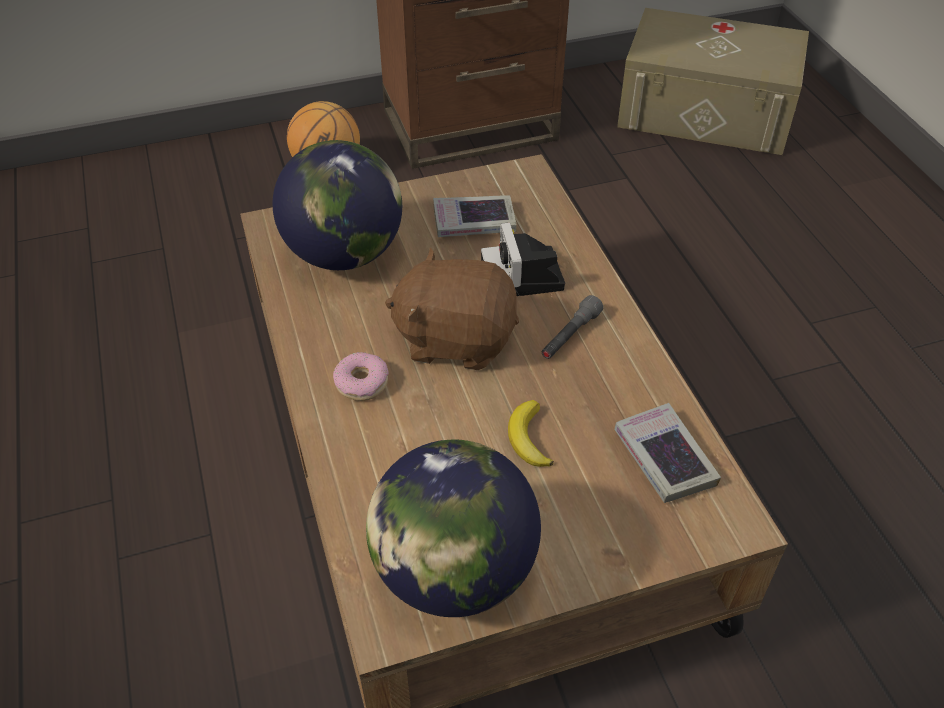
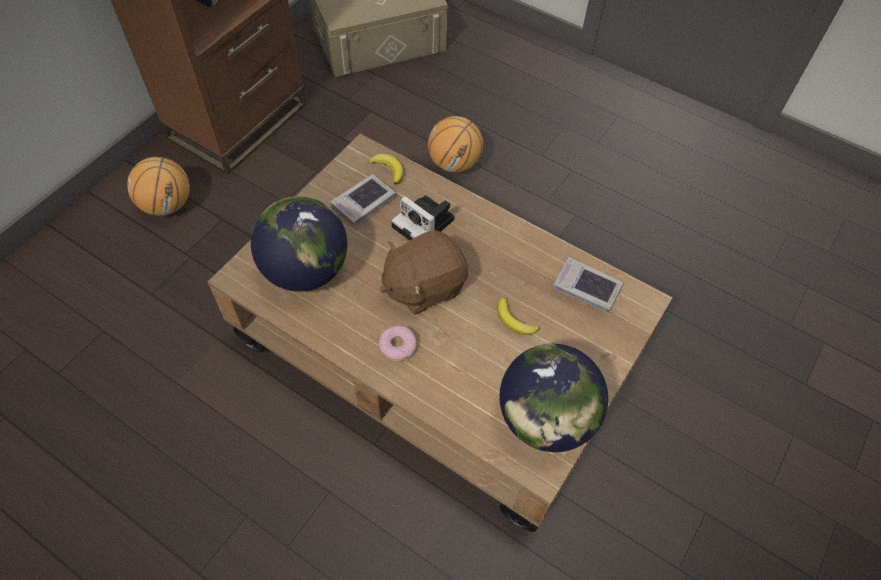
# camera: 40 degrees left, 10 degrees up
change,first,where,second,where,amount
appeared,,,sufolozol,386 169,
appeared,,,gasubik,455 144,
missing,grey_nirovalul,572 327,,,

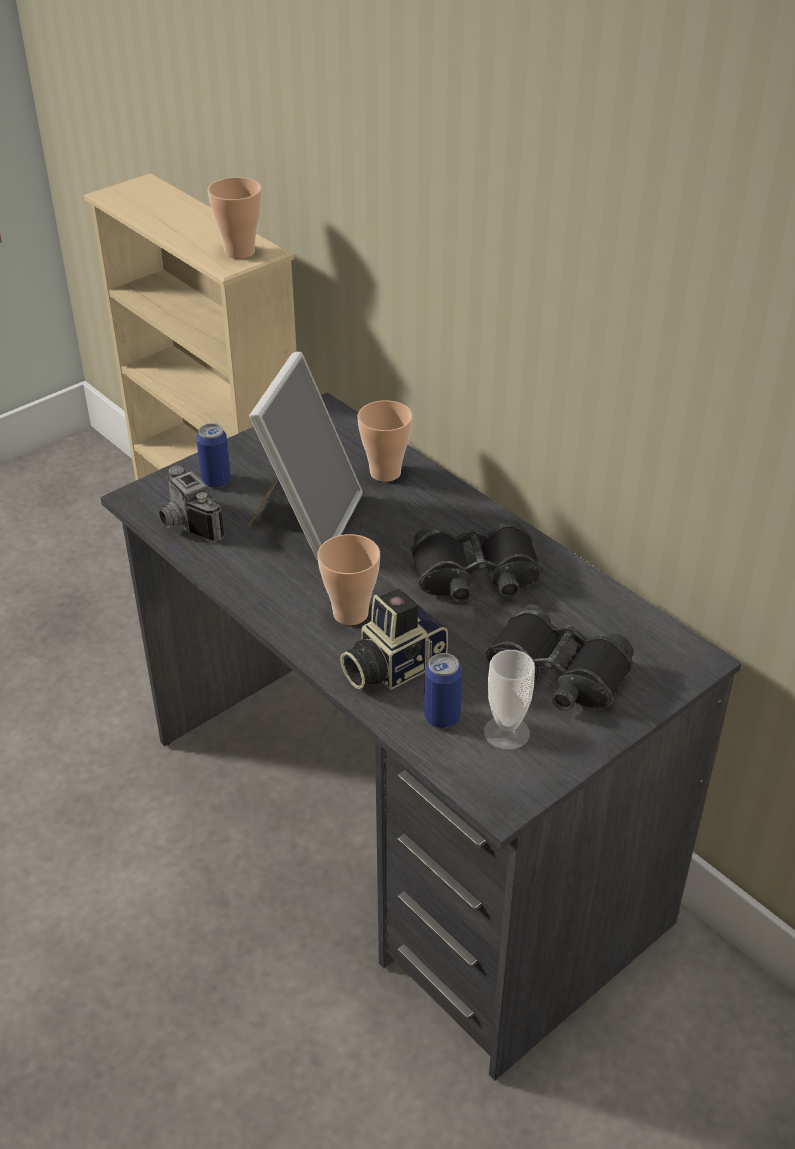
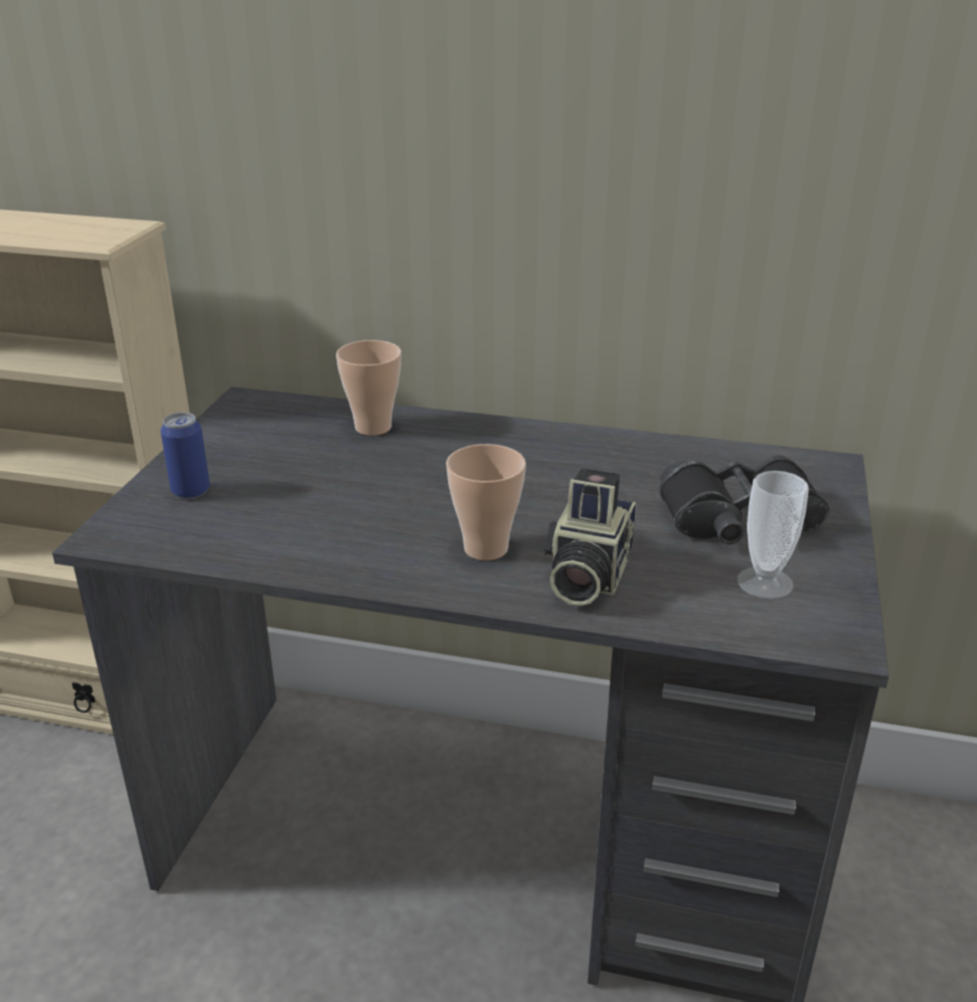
# camera: 35 degrees left, 10 degrees down
change,first,where,second,where,amount
missing,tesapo,192 504,,,
missing,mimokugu,234 218,,,
missing,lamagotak,305 456,,,
missing,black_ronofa,477 561,,,
missing,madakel,443 690,,,

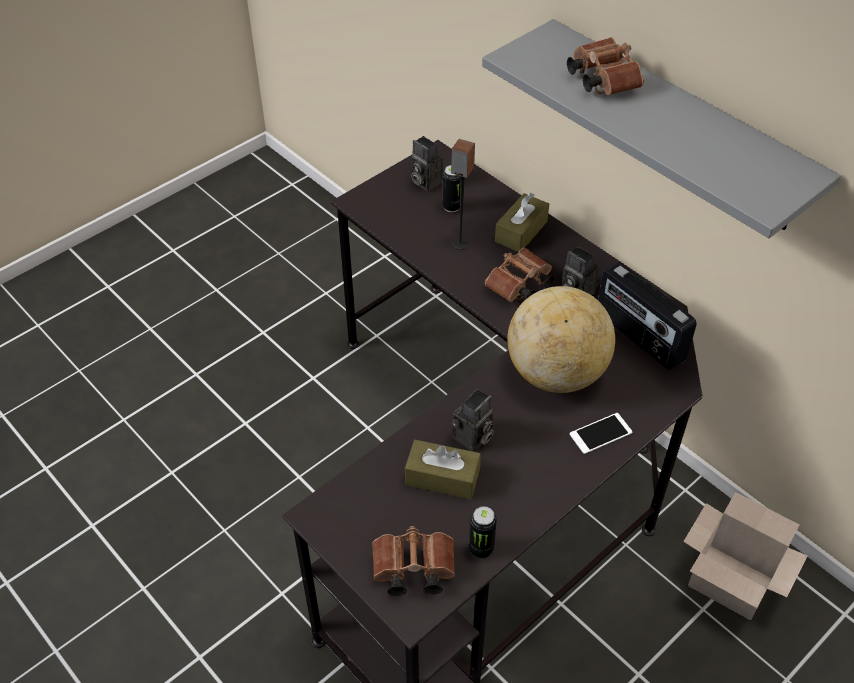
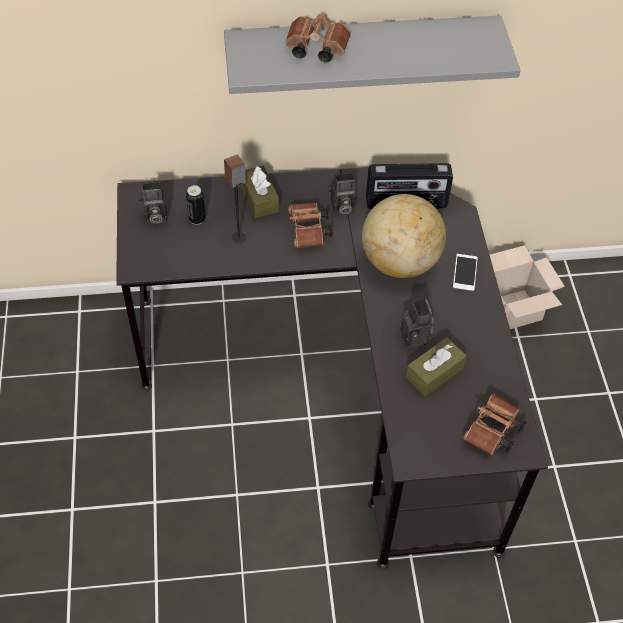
# camera: 55 degrees left, 5 degrees up
change,first,where,second,where,amount
missing,madakel,483 532,,,

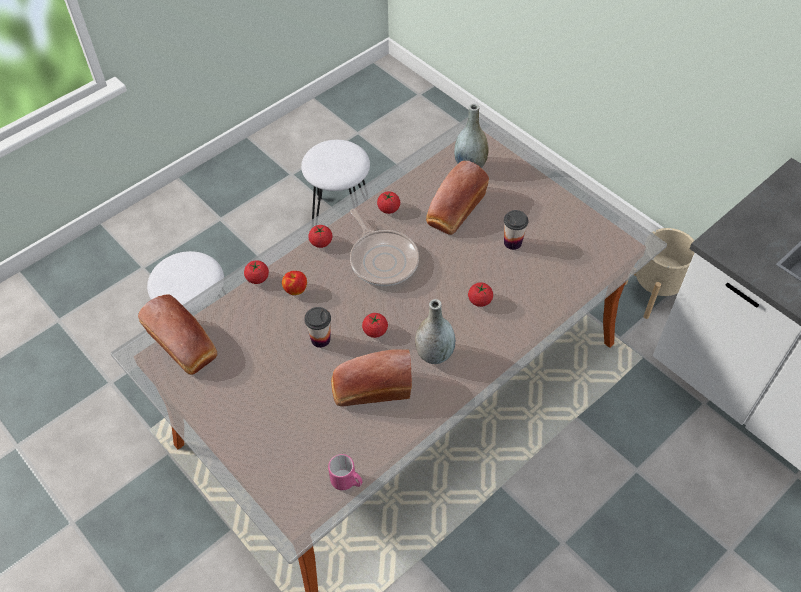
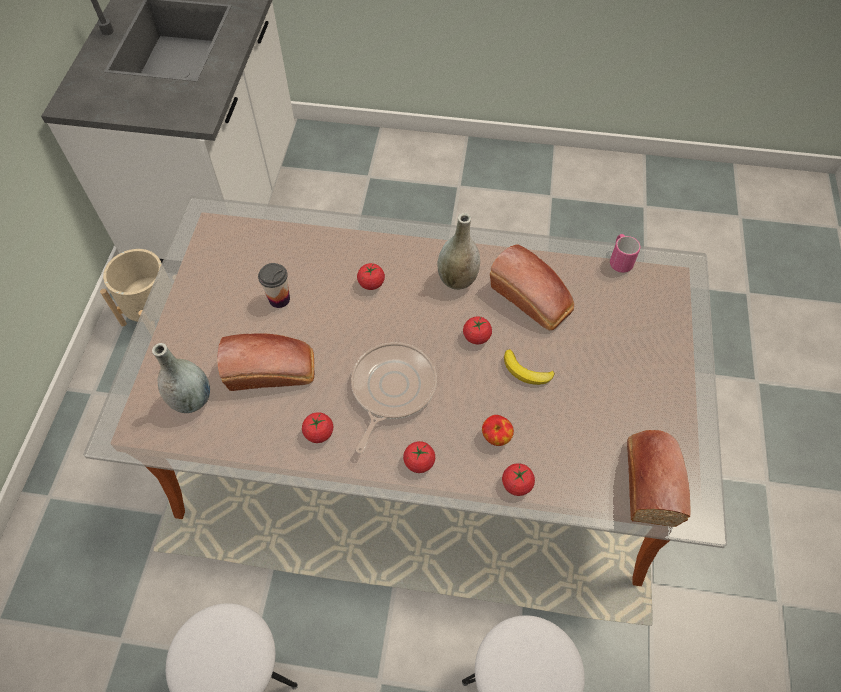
# camera: 130 degrees left, 5 degrees up
change,first,where,second,where,amount
exchanged,mimokugu,317 327,sufolozol,529 367,

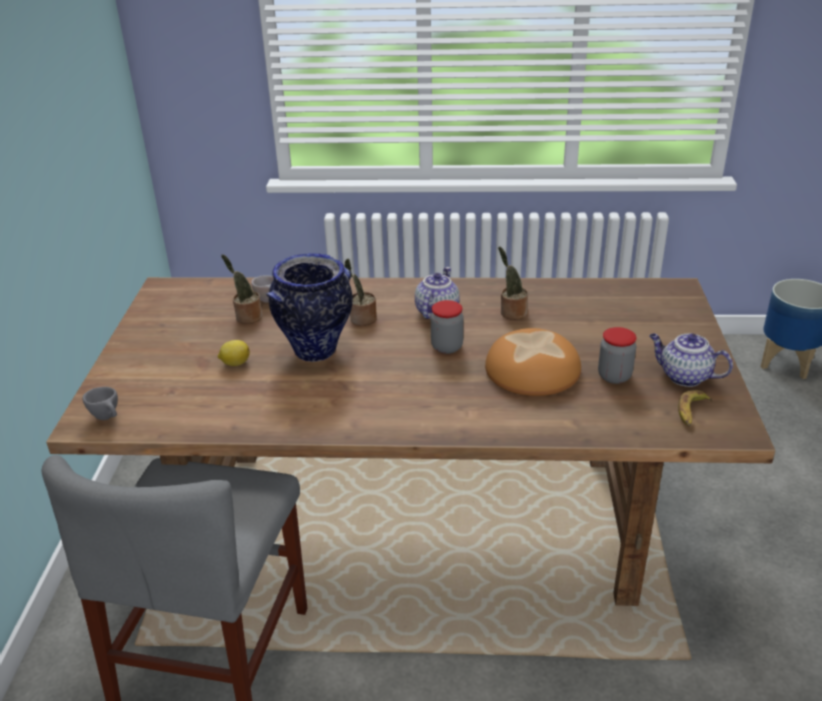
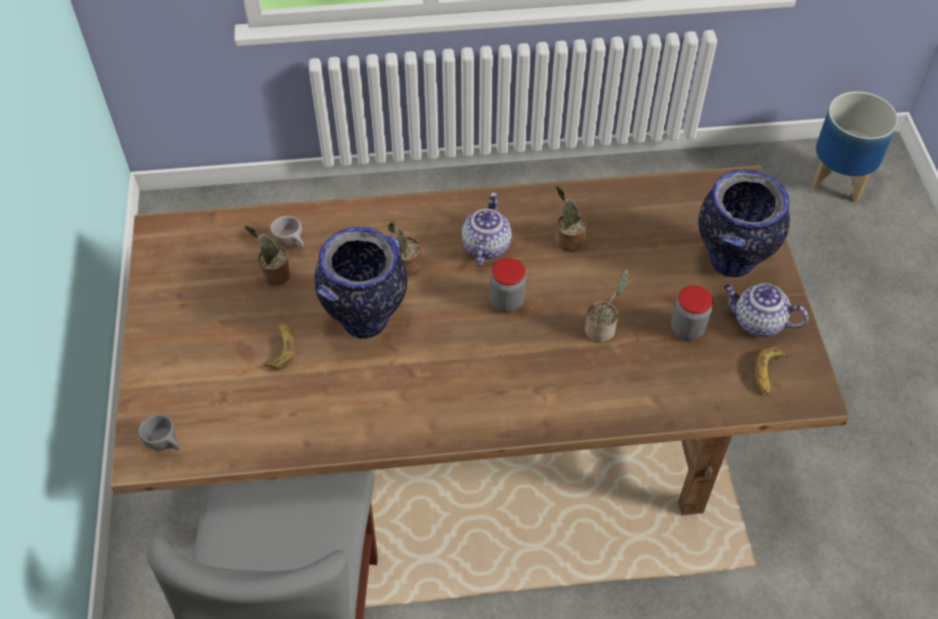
# camera: 10 degrees left, 20 degrees up
change,first,where,second,where,amount
exchanged,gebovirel,234 353,sufolozol,279 346,
exchanged,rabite,533 362,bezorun,606 305,
appeared,,,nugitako,744 223,

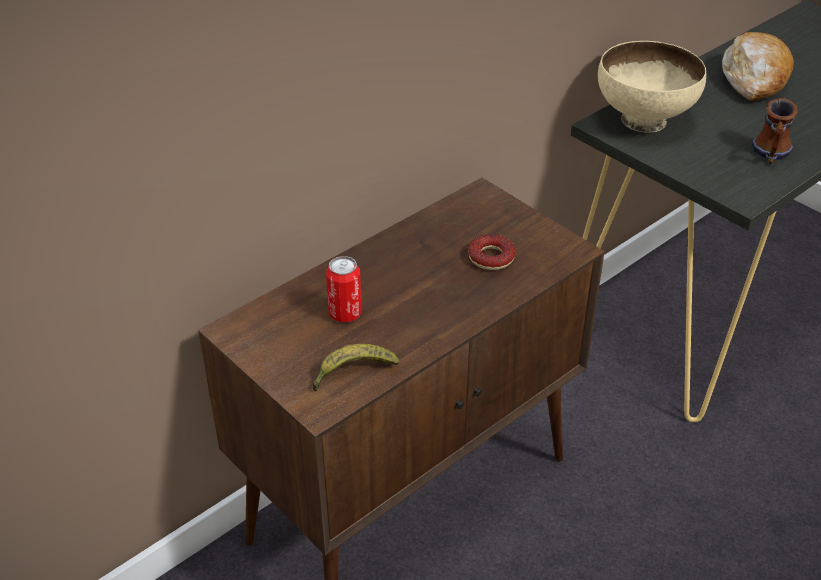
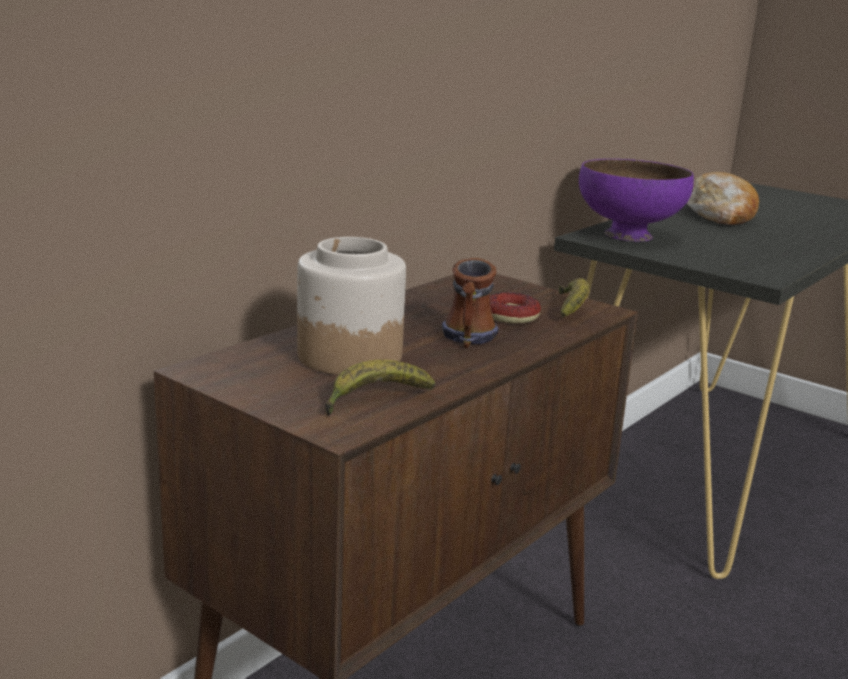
# camera: 10 degrees left, 20 degrees down
change,first,where,second,where,amount
exchanged,madakel,344 289,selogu,351 306,
relocated,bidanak,775 131,,470 303,
appeared,,,sufolozol,574 297,
colour,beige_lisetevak,652 87,purple_lisetevak,636 200,

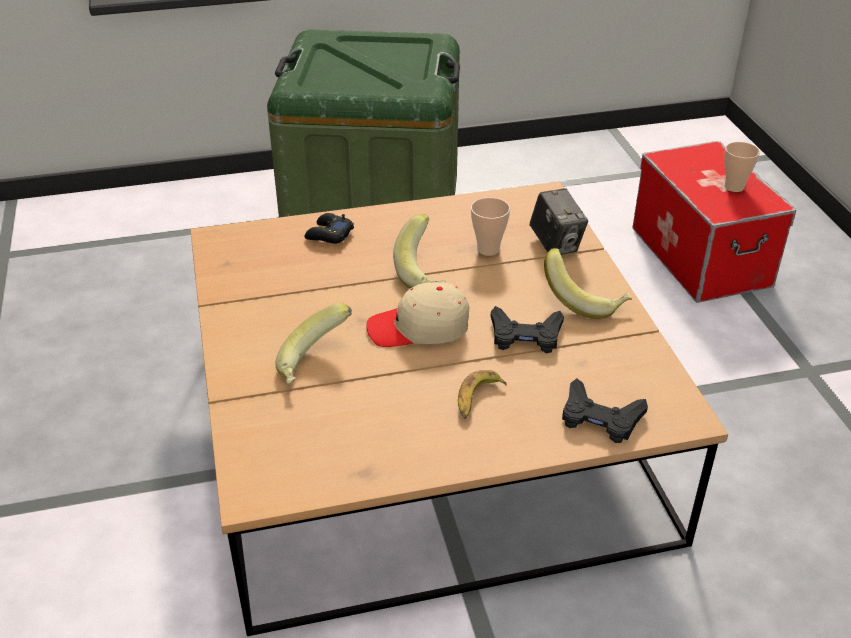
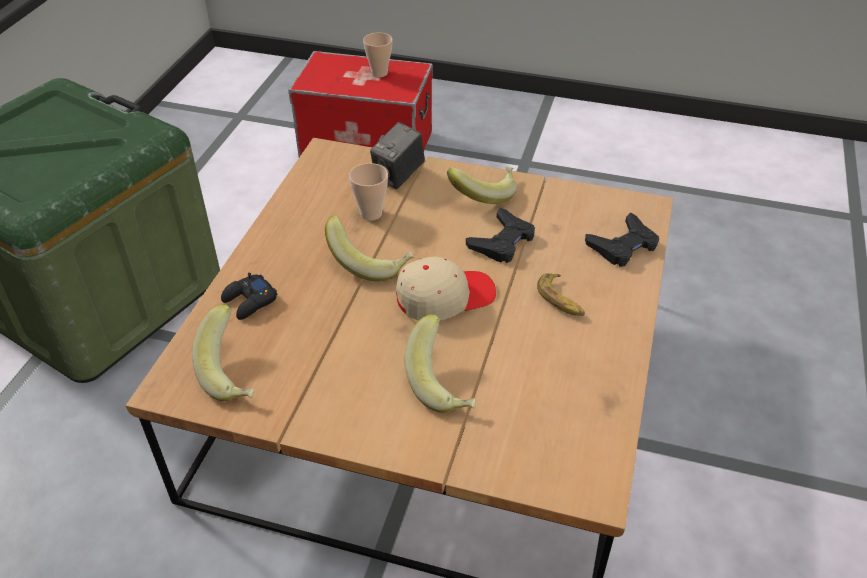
# camera: 60 degrees left, 5 degrees up
change,first,where,second,where,amount
appeared,,,sufolozol,223 352,
spun,tesapo,559 221,,397 155,120 degrees clockwise
spun,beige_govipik,417 314,,446 288,135 degrees counterclockwise

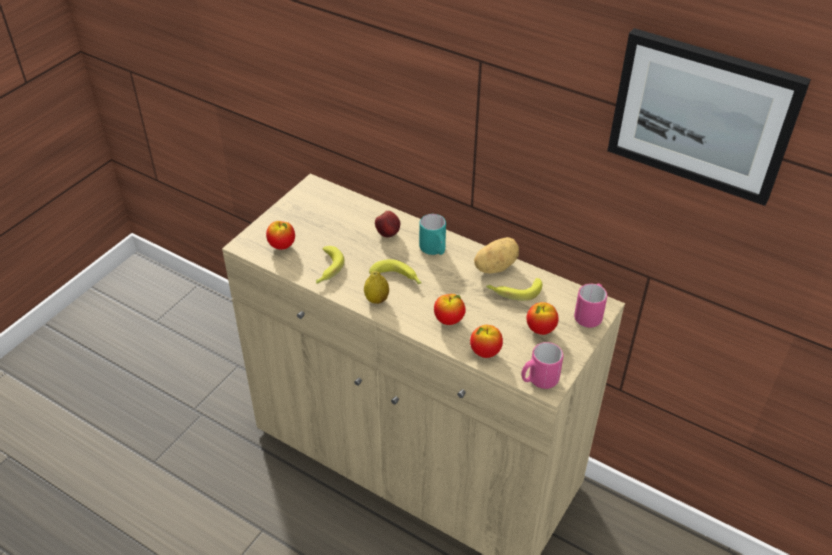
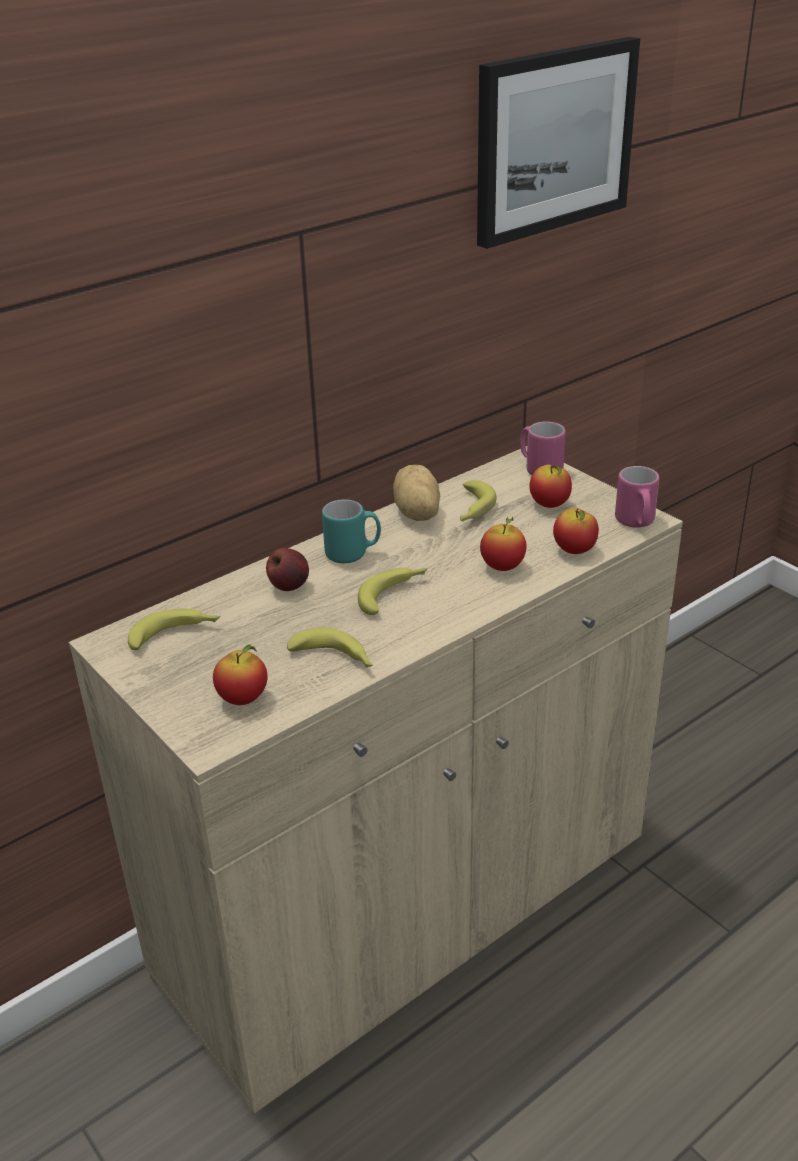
# camera: 70 degrees left, 10 degrees down
change,first,where,second,where,amount
appeared,,,sufolozol,174 629,
missing,gebovirel,376 287,,,

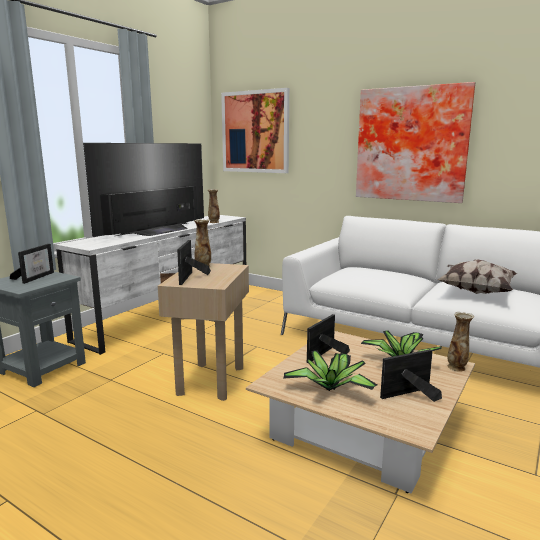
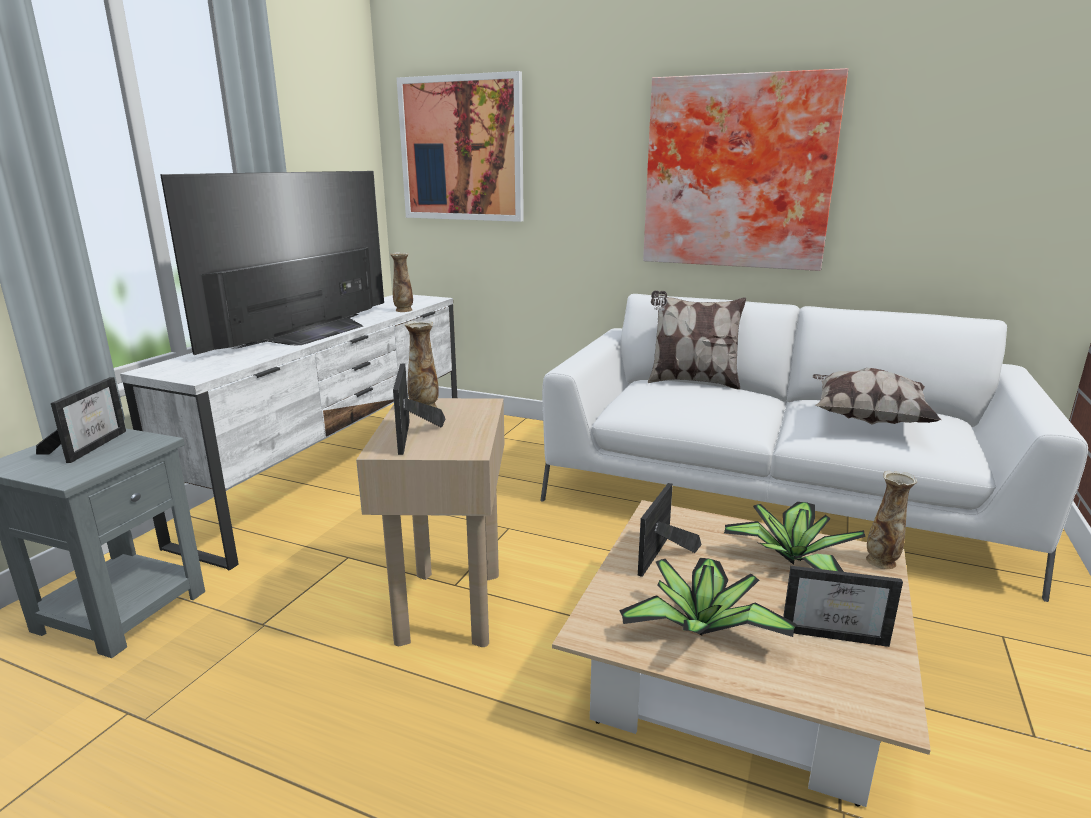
# camera: 10 degrees left, 5 degrees up
change,first,where,second,where,amount
appeared,,,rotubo,697 340,
spun,lamagotak,411 375,,843 606,135 degrees counterclockwise

